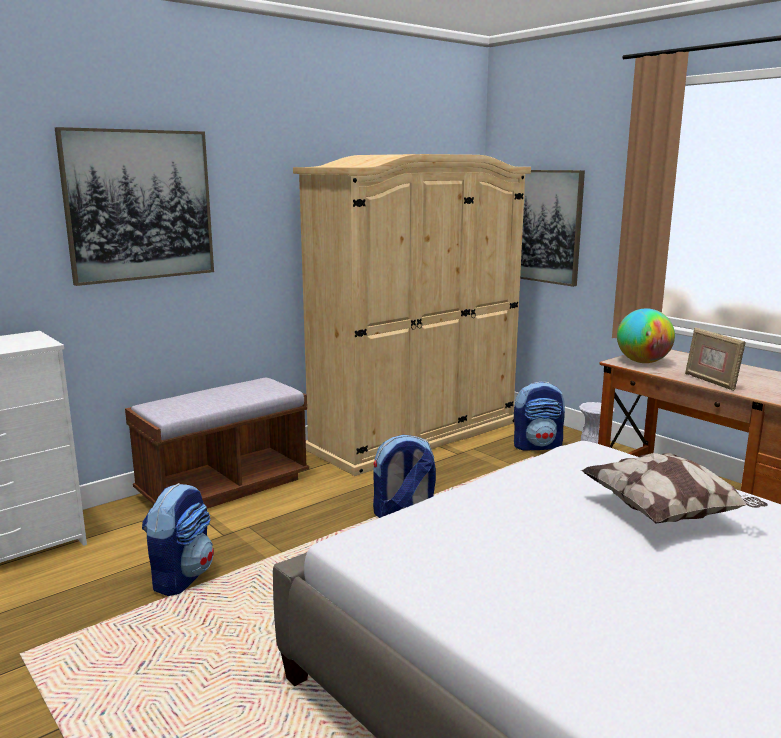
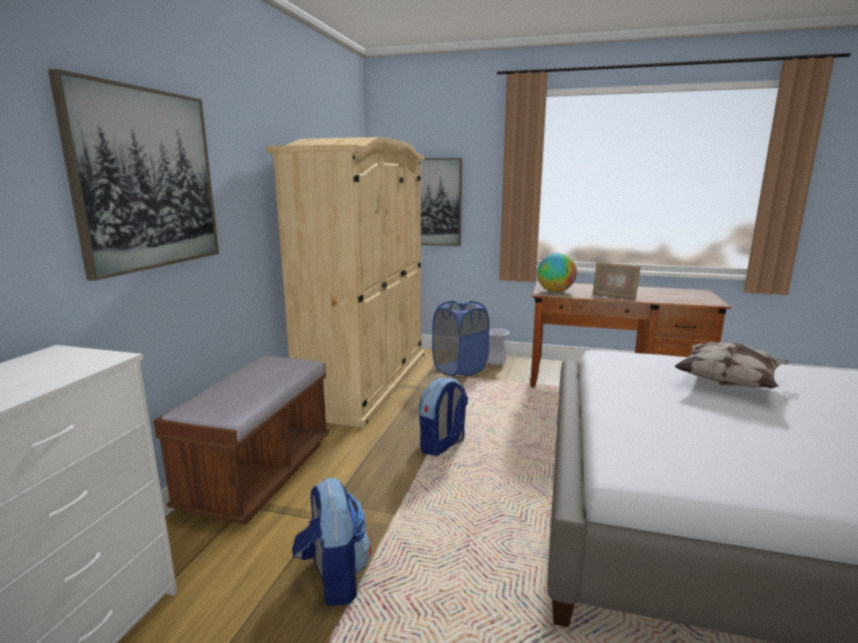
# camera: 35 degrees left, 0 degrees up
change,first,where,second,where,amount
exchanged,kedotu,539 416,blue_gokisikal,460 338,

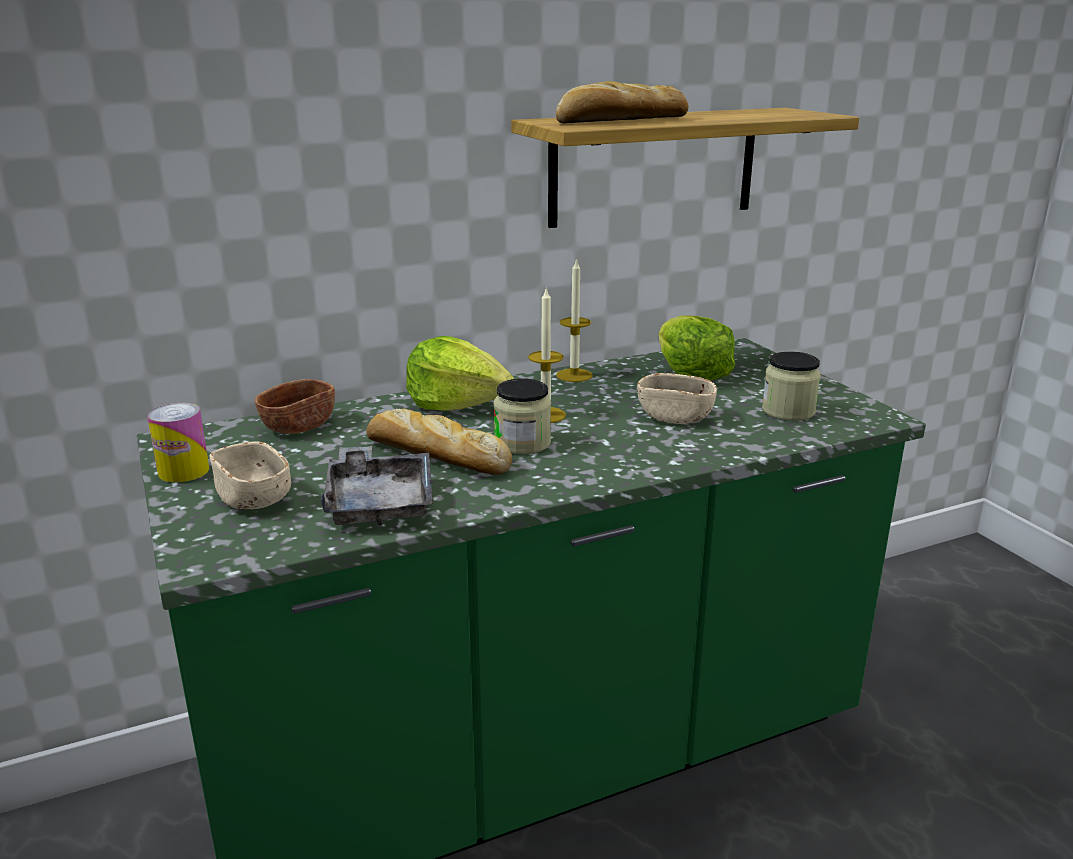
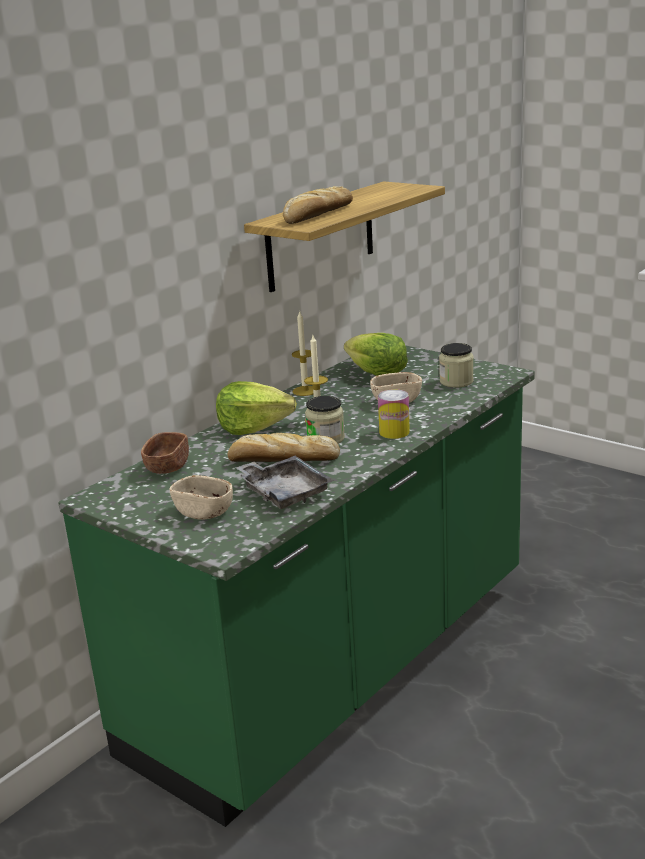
# camera: 25 degrees left, 0 degrees up
change,first,where,second,where,amount
relocated,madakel,178 443,,394 414,

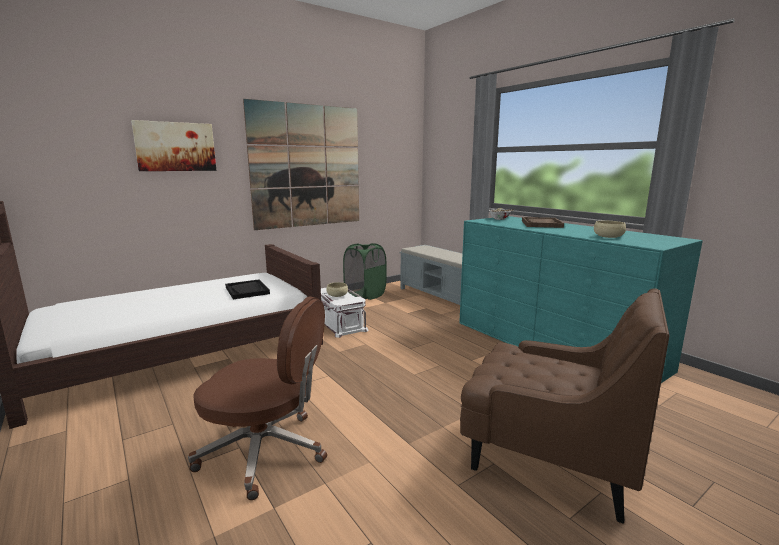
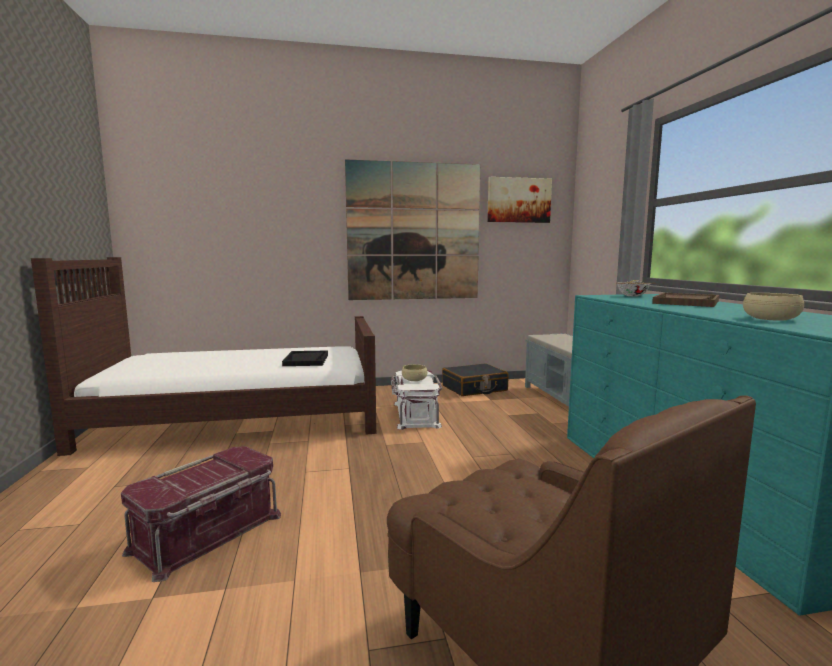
# camera: 25 degrees right, 5 degrees down
change,first,where,second,where,amount
exchanged,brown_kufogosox,257 398,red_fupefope,201 514,
exchanged,green_gokisikal,364 271,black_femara,475 379,
relocated,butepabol,173 145,,519 200,

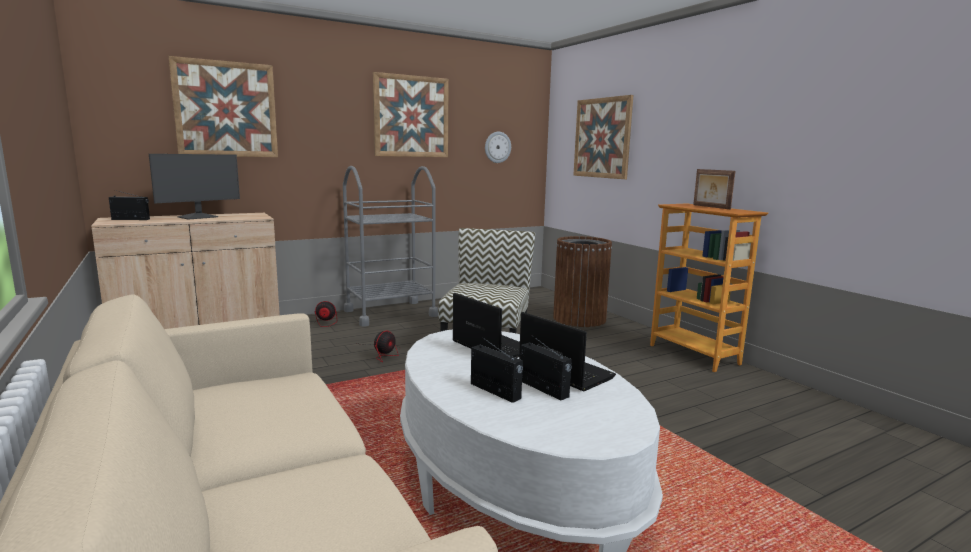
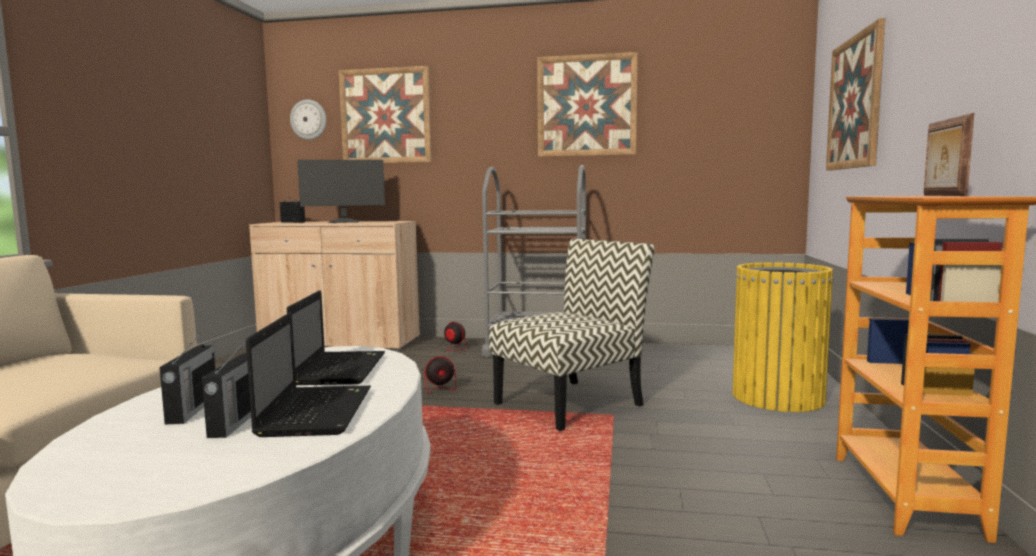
# camera: 40 degrees right, 5 degrees down
change,first,where,second,where,amount
relocated,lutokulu,498 147,,308 119,
colour,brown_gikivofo,582 281,yellow_gikivofo,783 337,

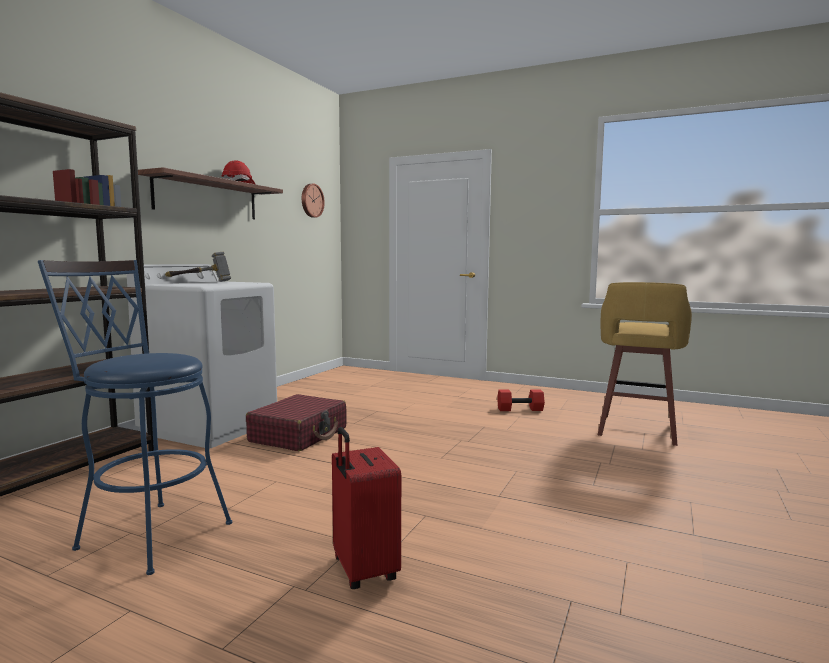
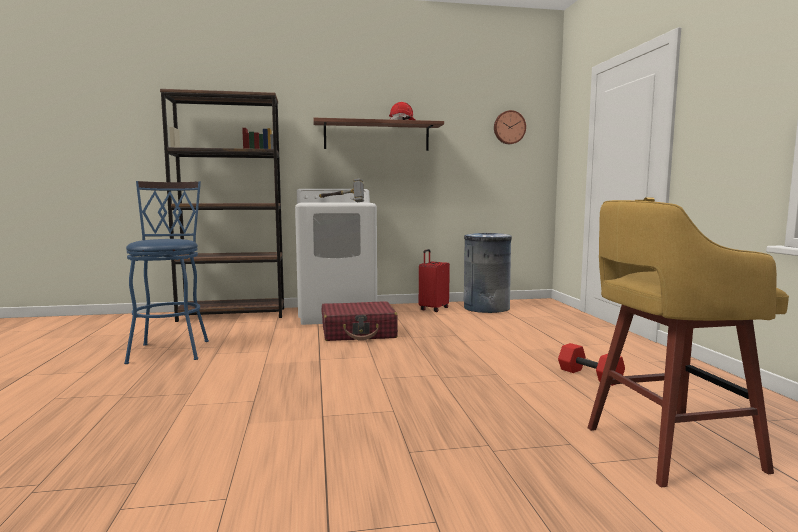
# camera: 55 degrees right, 0 degrees up
change,first,where,second,where,amount
relocated,red_femara,366 508,,434 280,
appeared,,,grey_gikivofo,488 273,

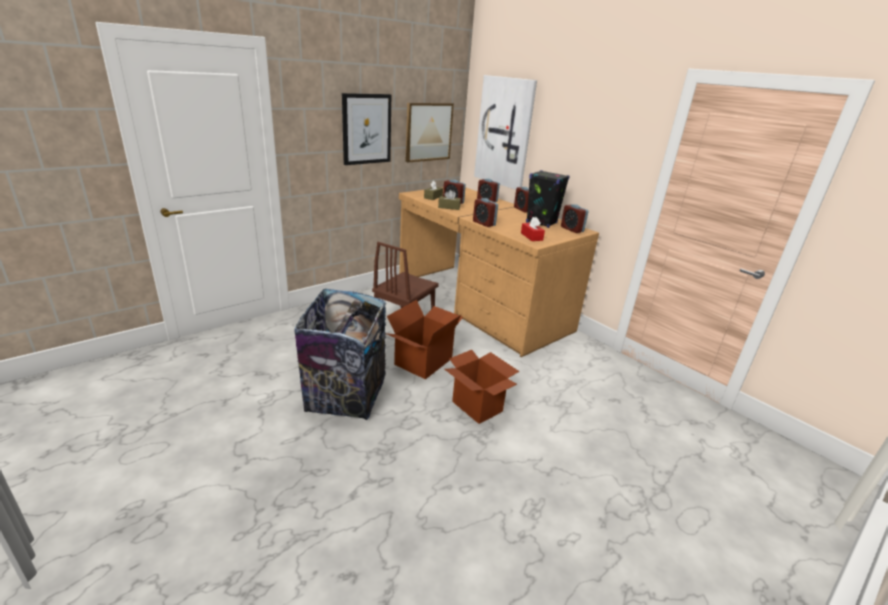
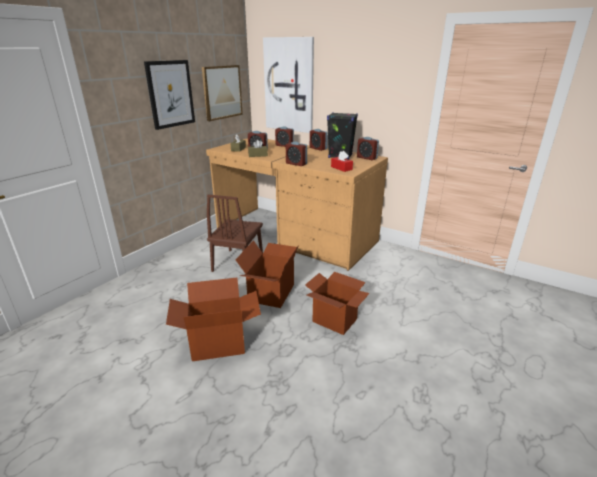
# camera: 15 degrees left, 0 degrees up
change,first,where,second,where,amount
exchanged,gikivofo,340 354,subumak,213 320,

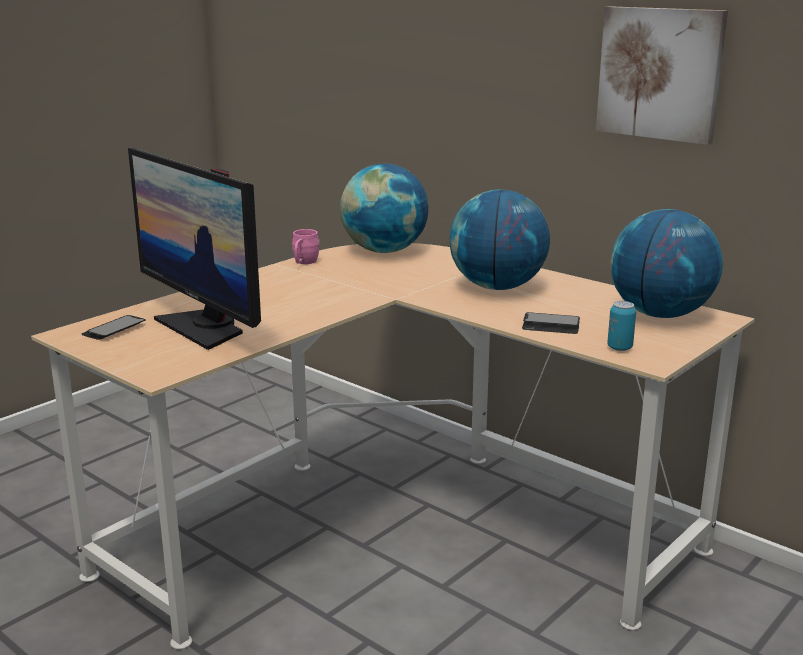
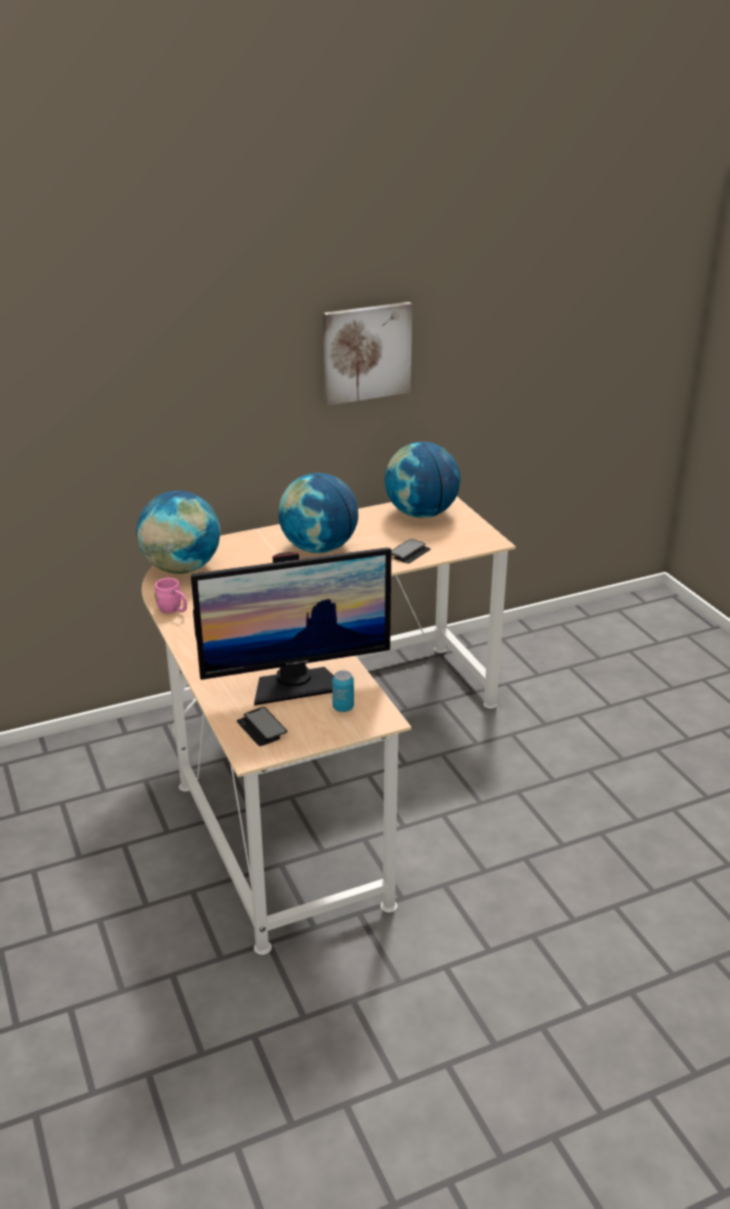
# camera: 65 degrees left, 10 degrees up
change,first,where,second,where,amount
relocated,madakel,621 326,,343 691,

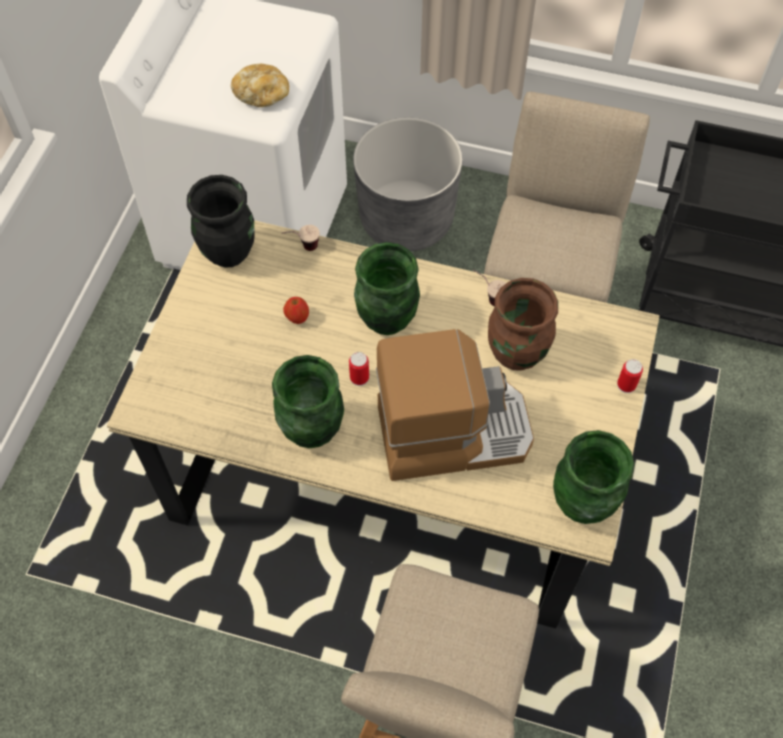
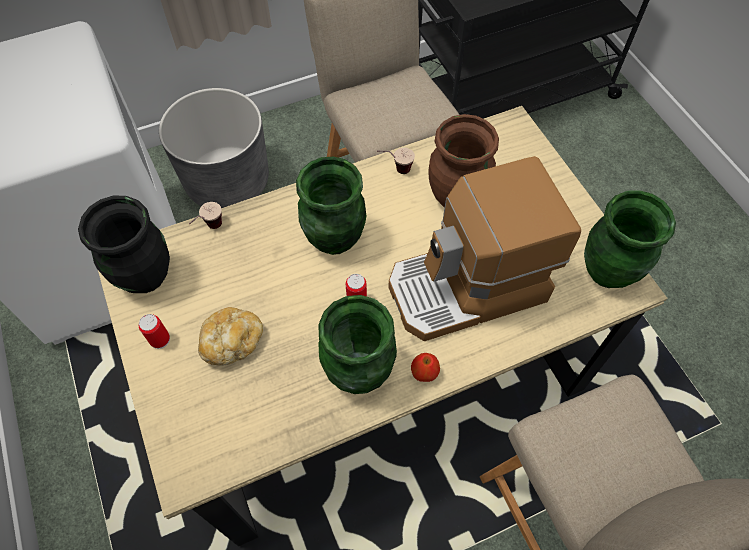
# camera: 40 degrees left, 0 degrees up
change,first,where,second,where,amount
relocated,madakel,630 376,,154 331,
relocated,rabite,260 85,,230 336,
spun,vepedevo,455 405,,484 248,150 degrees counterclockwise
relocated,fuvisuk,296 310,,425 367,

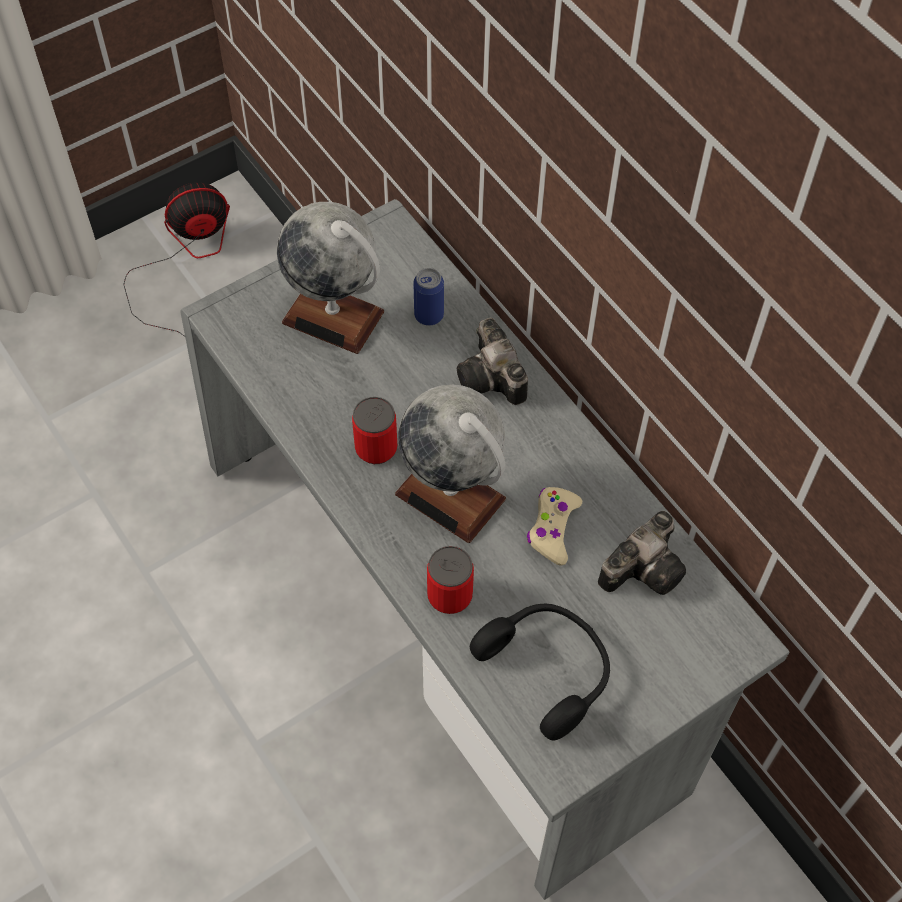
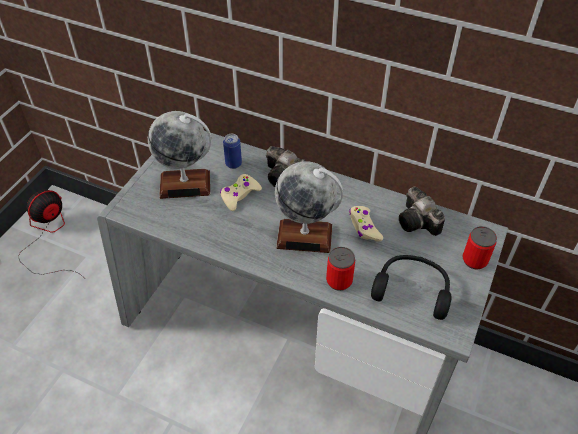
# camera: 30 degrees left, 10 degrees down
change,first,where,second,where,amount
appeared,,,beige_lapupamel,241 192,
spun,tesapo,642 553,,422 211,135 degrees clockwise
relocated,madakel,375 430,,480 248,

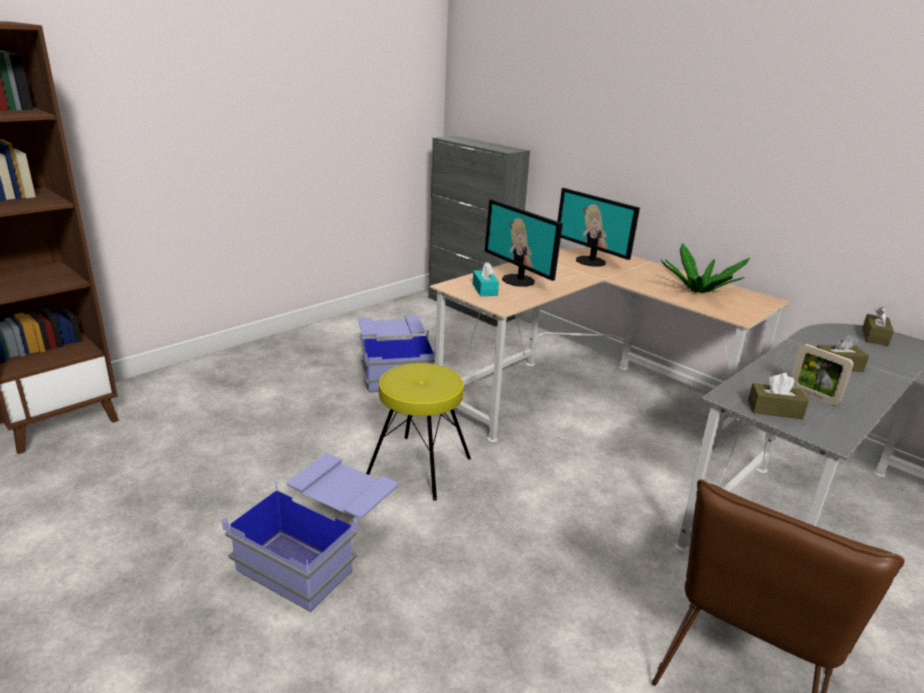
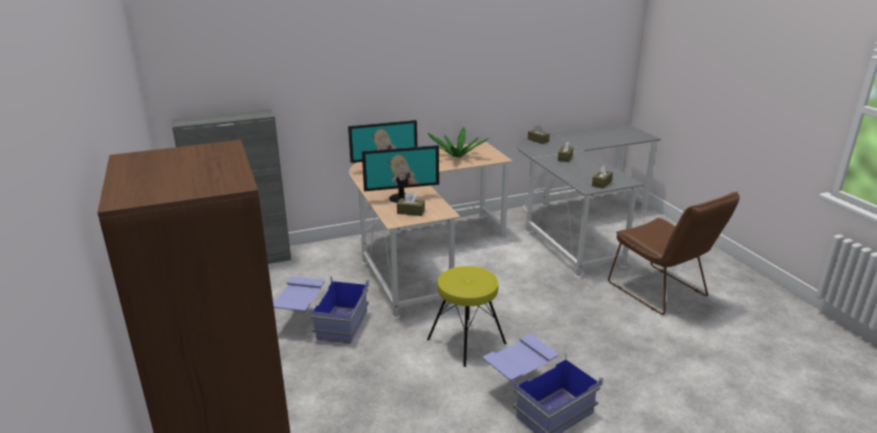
# camera: 65 degrees left, 0 degrees up
change,first,where,second,where,amount
colour,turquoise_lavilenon,486 279,brown_lavilenon,411 204,
missing,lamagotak,822 375,,,

